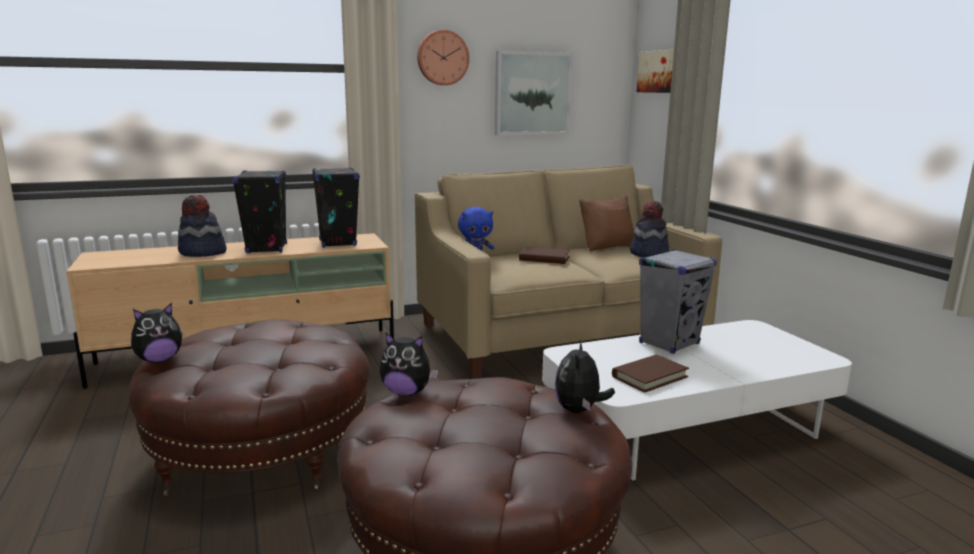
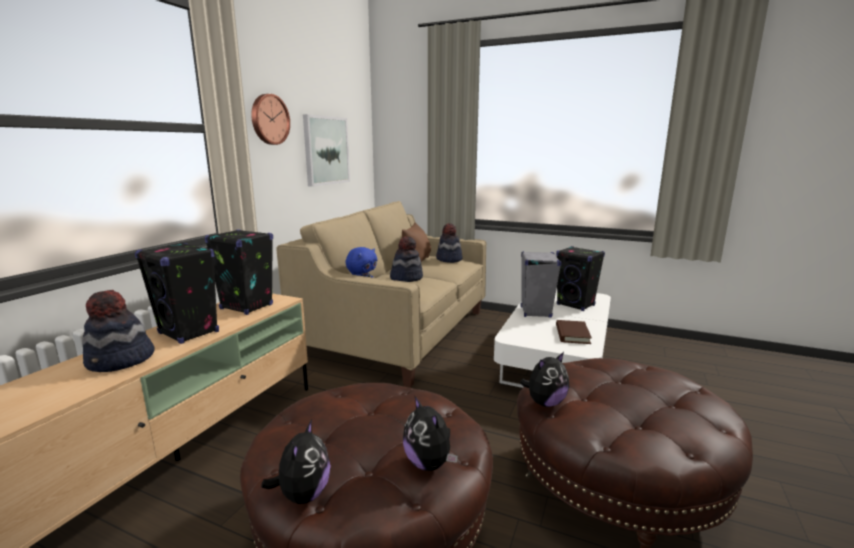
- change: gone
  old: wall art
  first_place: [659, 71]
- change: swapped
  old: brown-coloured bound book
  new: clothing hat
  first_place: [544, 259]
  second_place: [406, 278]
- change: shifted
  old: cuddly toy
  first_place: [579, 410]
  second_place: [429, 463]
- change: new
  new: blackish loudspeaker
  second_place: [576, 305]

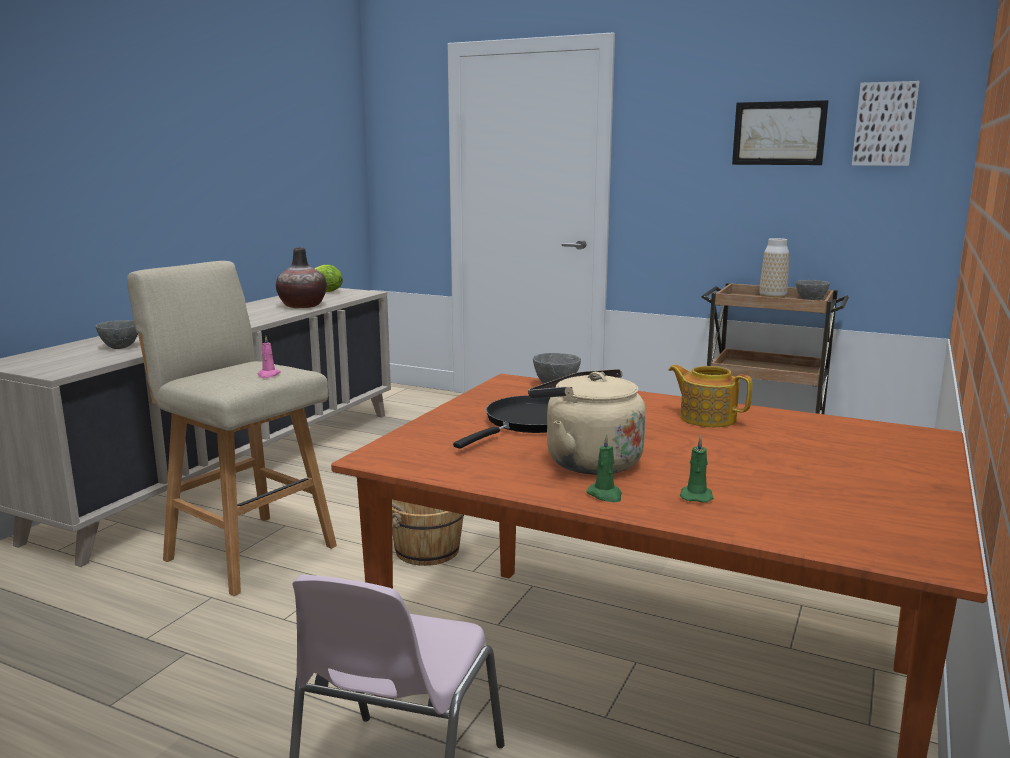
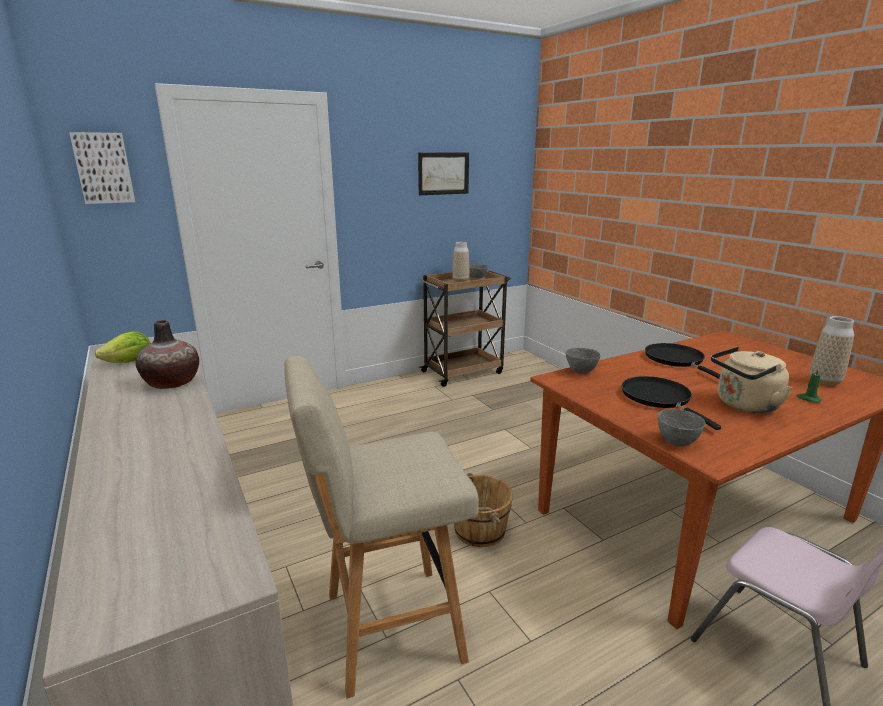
- change: shifted
  old: wall art
  first_place: [885, 124]
  second_place: [103, 168]
- change: shifted
  old: greyish deep dish
  first_place: [121, 347]
  second_place: [676, 442]
- change: gone
  old: pink-coloured wax light
  first_place: [268, 375]
- change: swapped
  old: tea pot
  new: blackish skillet
  first_place: [707, 418]
  second_place: [676, 360]
- change: gone
  old: green wax light
  first_place: [605, 495]
- change: new
  new: flower vase
  second_place: [824, 382]

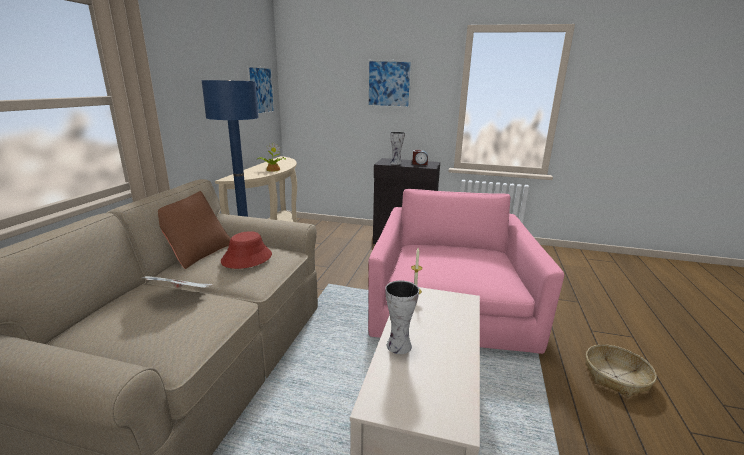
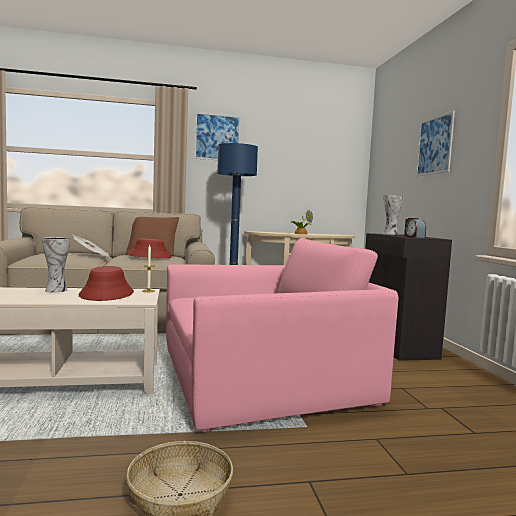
- change: shifted
  old: wall art
  first_place: [261, 90]
  second_place: [217, 137]
- change: new
  new: reddish clothing hat
  second_place: [107, 294]

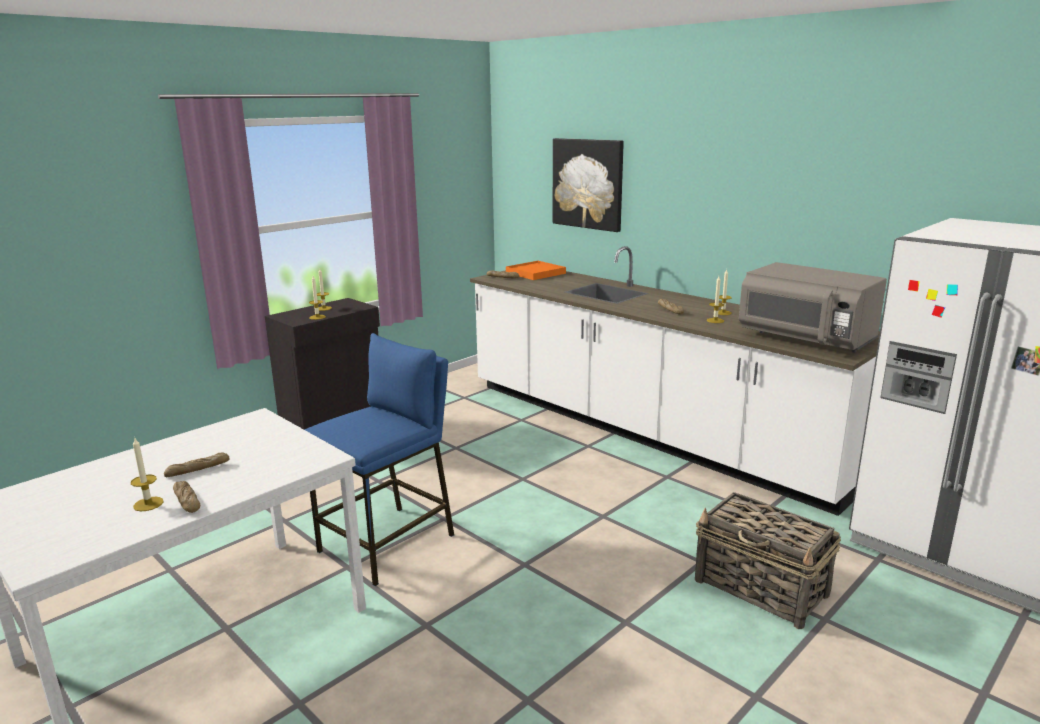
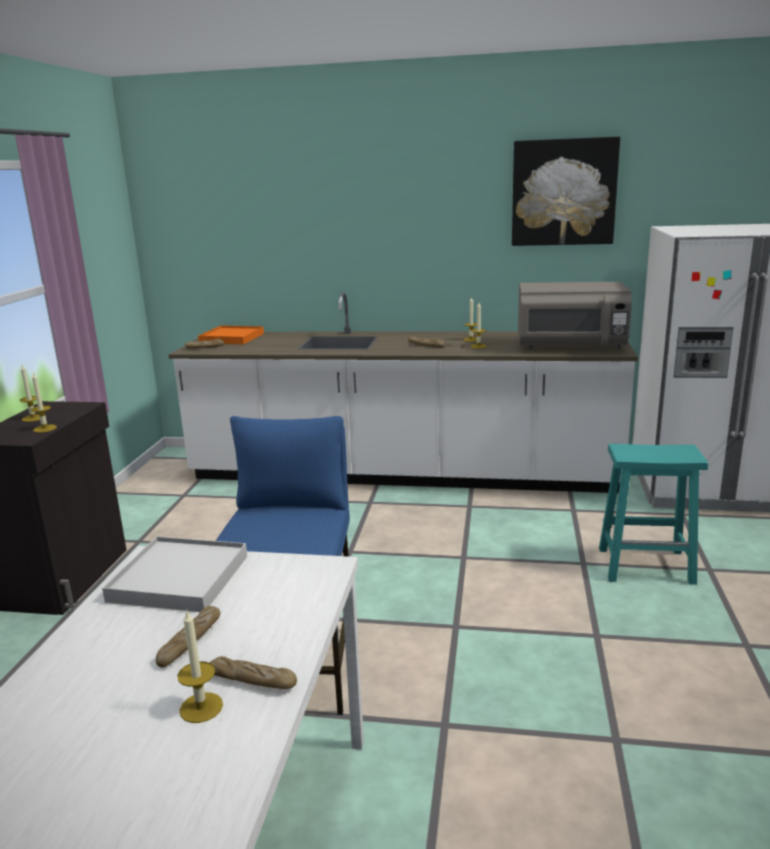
- change: shifted
  old: wall art
  first_place: [588, 184]
  second_place: [563, 192]
- change: swapped
  old: storage basket
  new: turquoise-coloured stool seat
  first_place: [762, 589]
  second_place: [647, 565]
- change: new
  new: white serving tray
  second_place: [179, 578]

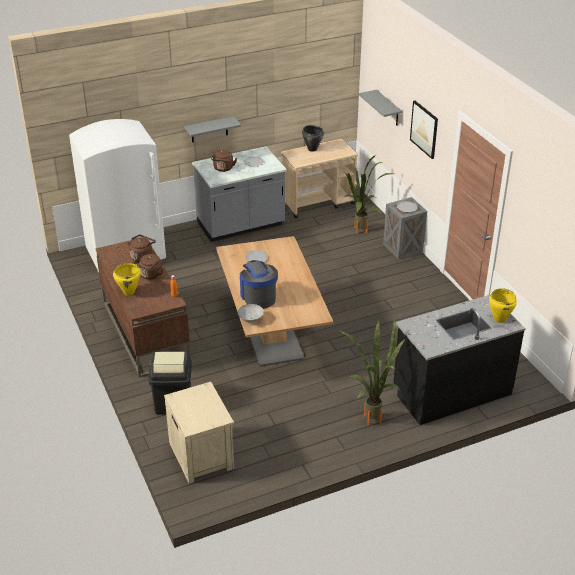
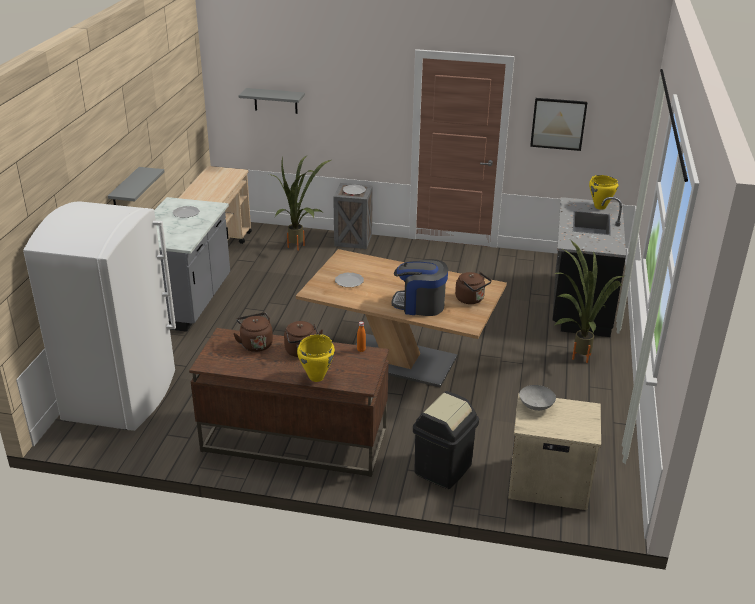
- change: shifted
  old: wall art
  first_place: [424, 129]
  second_place: [558, 124]
- change: gone
  old: blackish cooking pot
  first_place: [312, 149]
- change: shifted
  old: brown-coloured water kettle
  first_place: [223, 169]
  second_place: [471, 299]
- change: shifted
  old: greyish deep dish
  first_place: [250, 319]
  second_place: [535, 407]

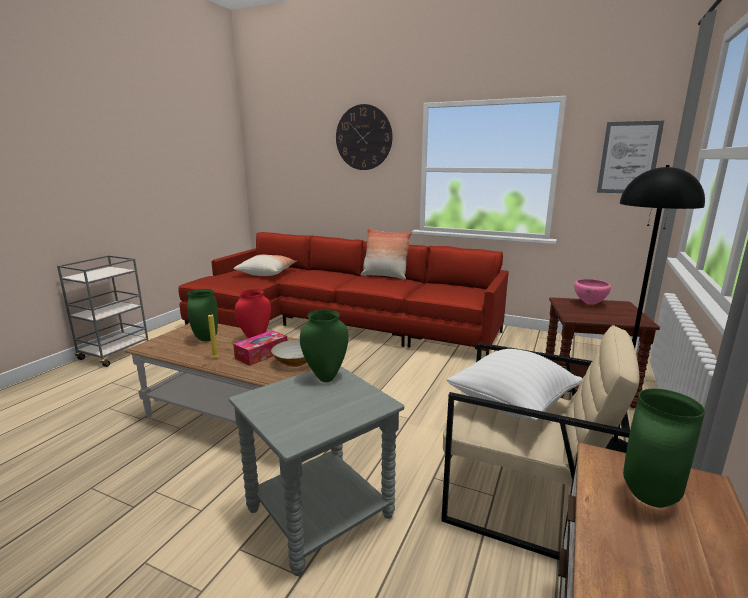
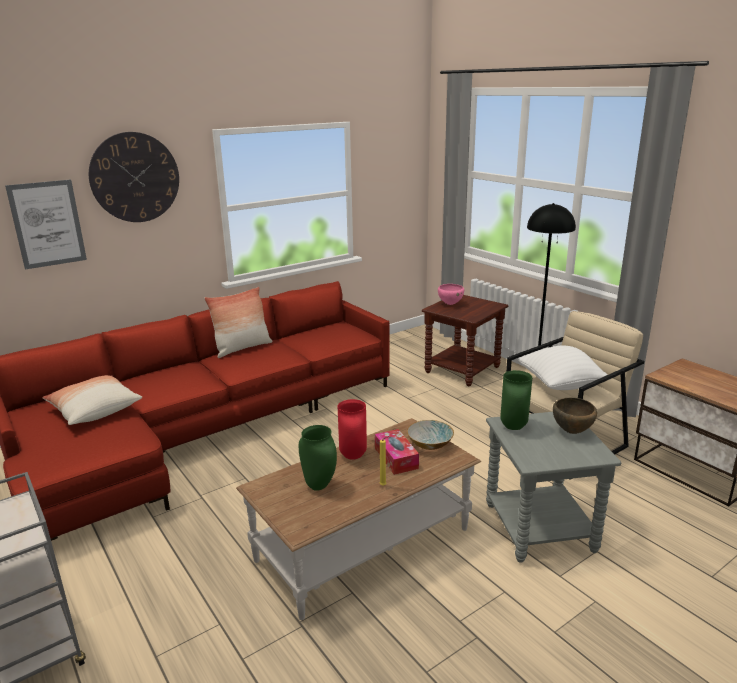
- change: shifted
  old: wall art
  first_place: [628, 158]
  second_place: [47, 224]
- change: gone
  old: green flower vase
  first_place: [647, 496]
- change: new
  new: brown-coloured deep dish
  second_place: [572, 431]

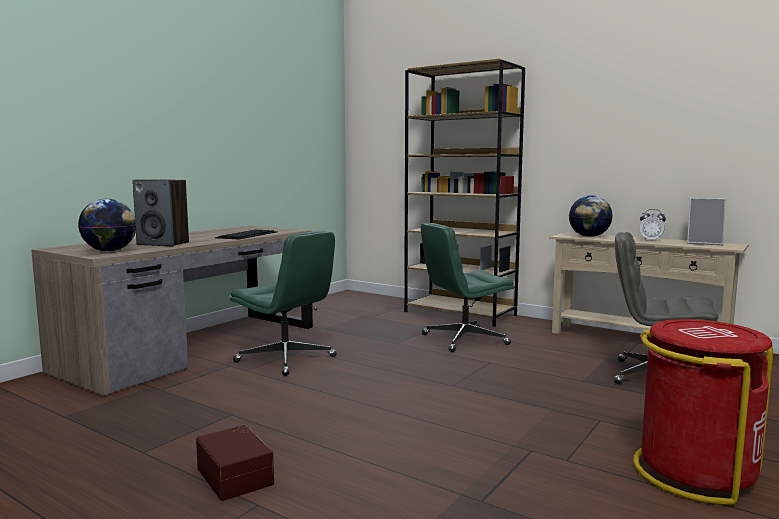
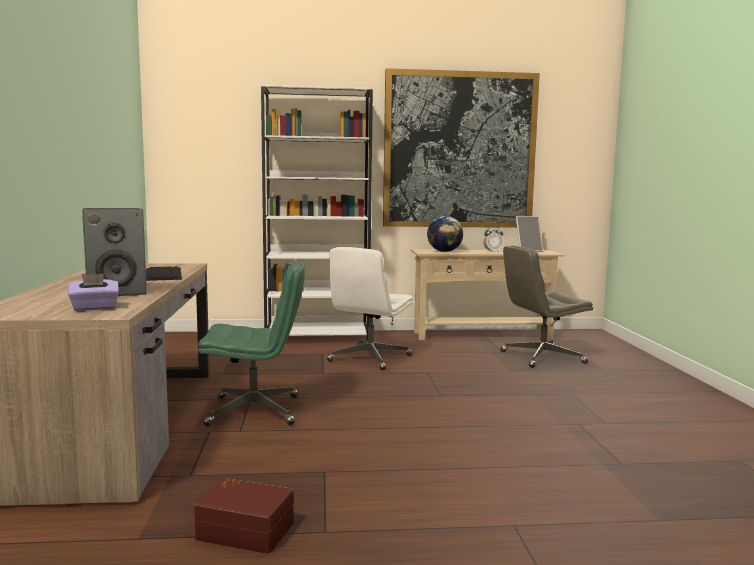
- change: repainted
  old: brown-coloured shelving unit
  new: white shelving unit
  first_place: [460, 313]
  second_place: [318, 337]
- change: swapped
  old: desk globe
  new: purple-coloured tissue holder
  first_place: [110, 251]
  second_place: [94, 308]
- change: repainted
  old: green office chair
  new: white office chair
  first_place: [463, 340]
  second_place: [370, 358]
- change: gone
  old: reddish trash can
  first_place: [694, 472]
- change: shifted
  old: brown-coloured storage bin
  first_place: [237, 475]
  second_place: [246, 530]
- change: new
  new: wall art
  second_place: [459, 150]

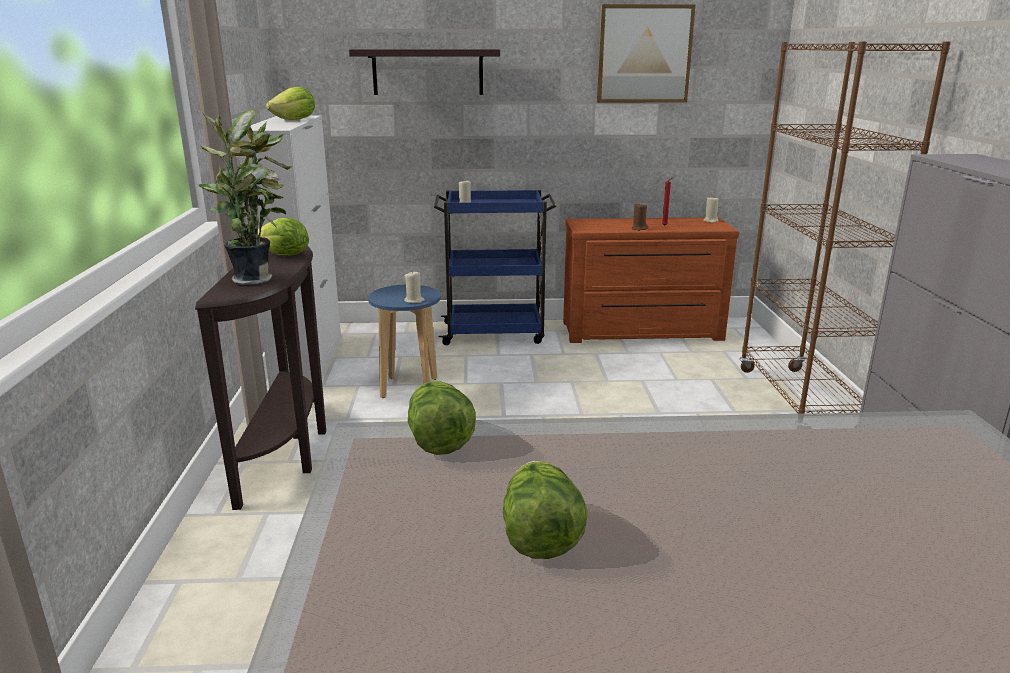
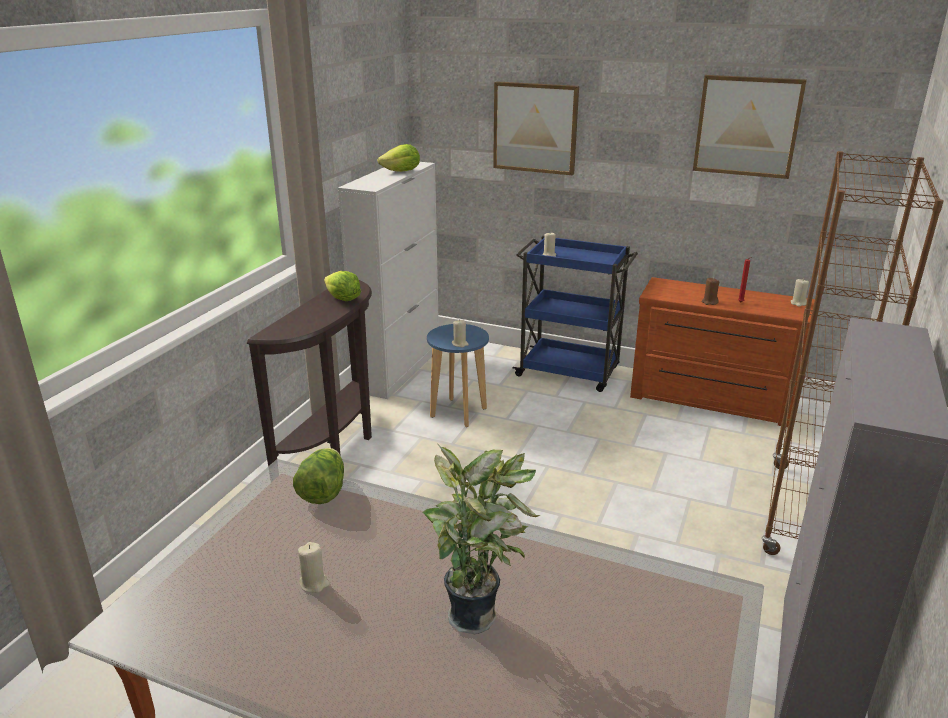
- change: swapped
  old: bracket shelf
  new: wall art
  first_place: [428, 72]
  second_place: [535, 128]
- change: shifted
  old: potted plant
  first_place: [256, 278]
  second_place: [477, 614]
- change: swapped
  old: lettuce
  new: beige wax light
  first_place: [539, 536]
  second_place: [314, 583]

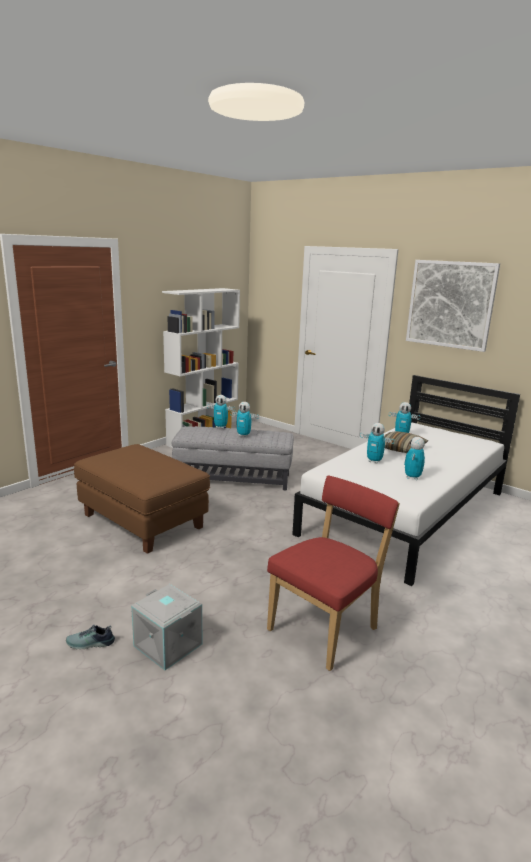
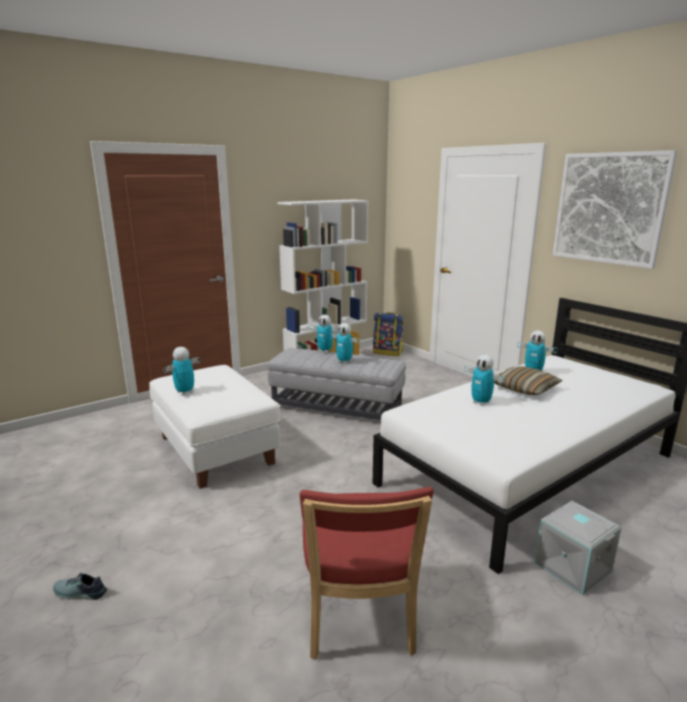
- change: shifted
  old: robot figure
  first_place: [412, 477]
  second_place: [185, 392]
- change: repainted
  old: brown-coloured pouffe
  new: white pouffe
  first_place: [143, 521]
  second_place: [216, 450]
- change: rotated
  old: reddish upright chair
  first_place: [326, 627]
  second_place: [359, 618]
  degrees: 120
- change: shifted
  old: greyish storage bin
  first_place: [166, 645]
  second_place: [571, 567]
- change: new
  new: backpack
  second_place: [388, 352]

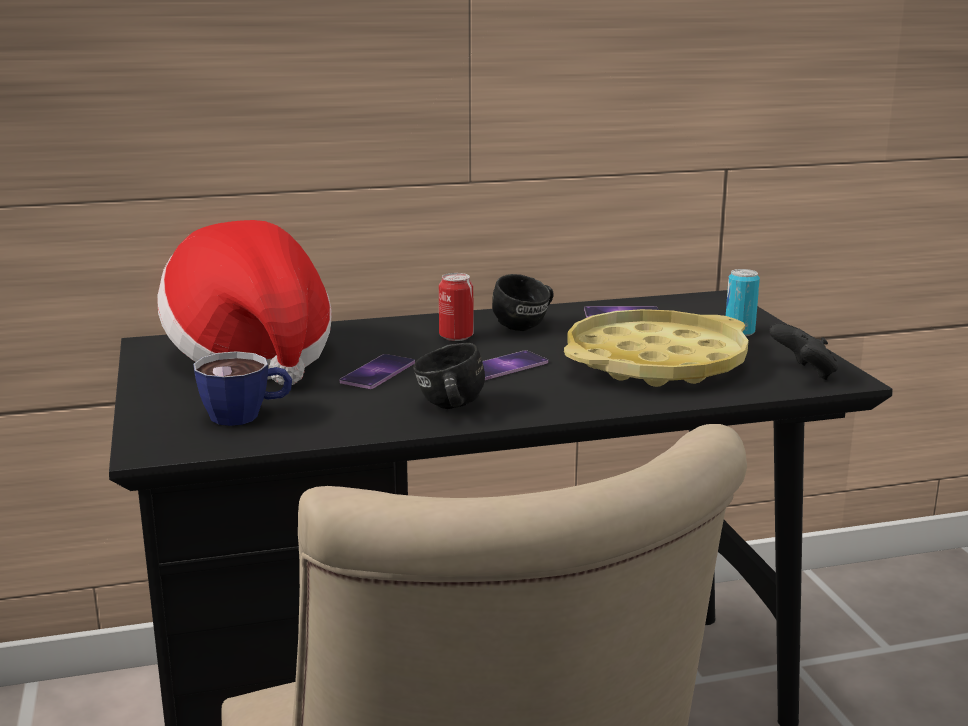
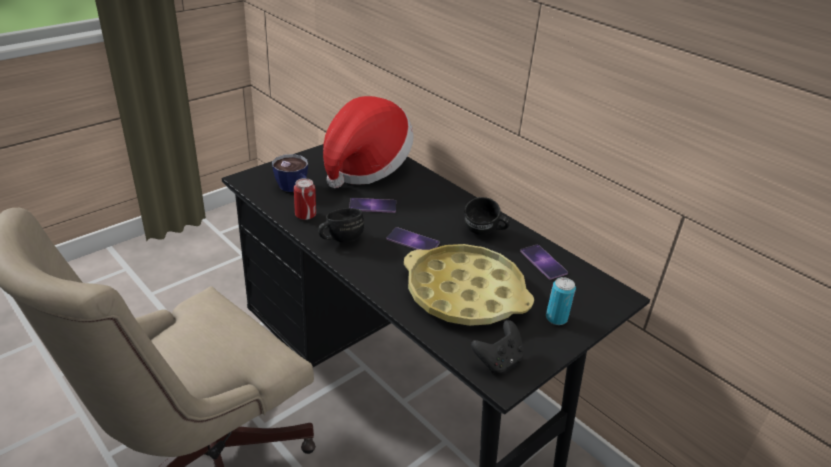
- change: shifted
  old: sealed can
  first_place: [456, 337]
  second_place: [305, 215]

